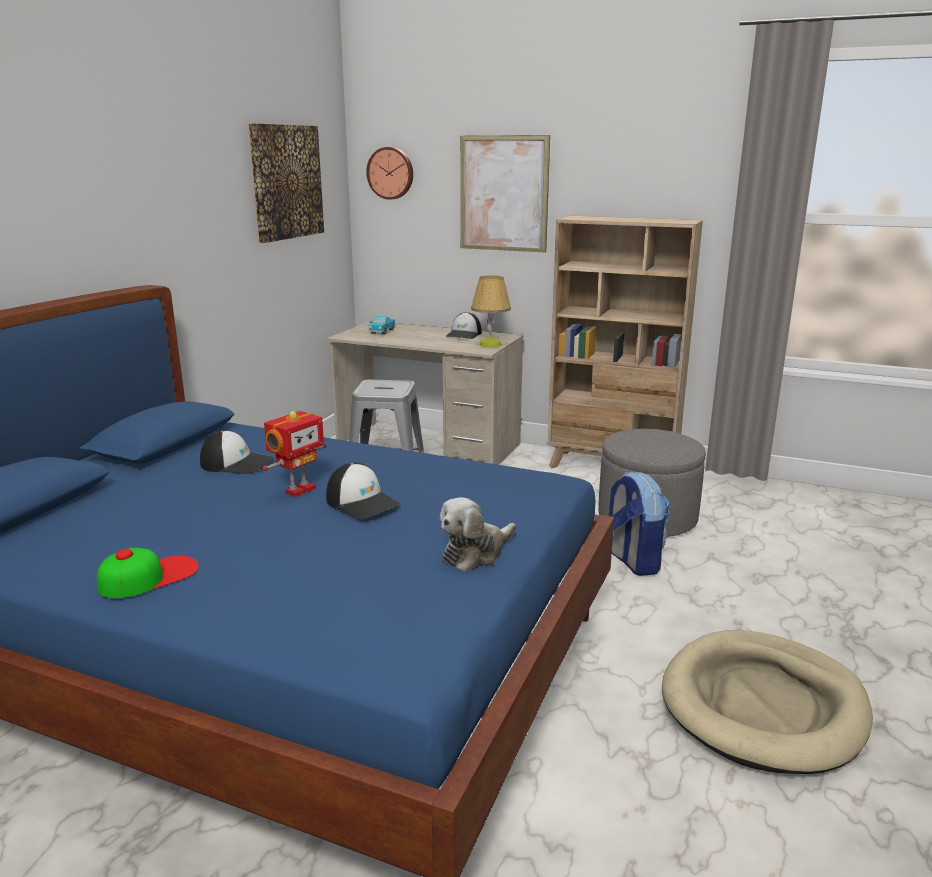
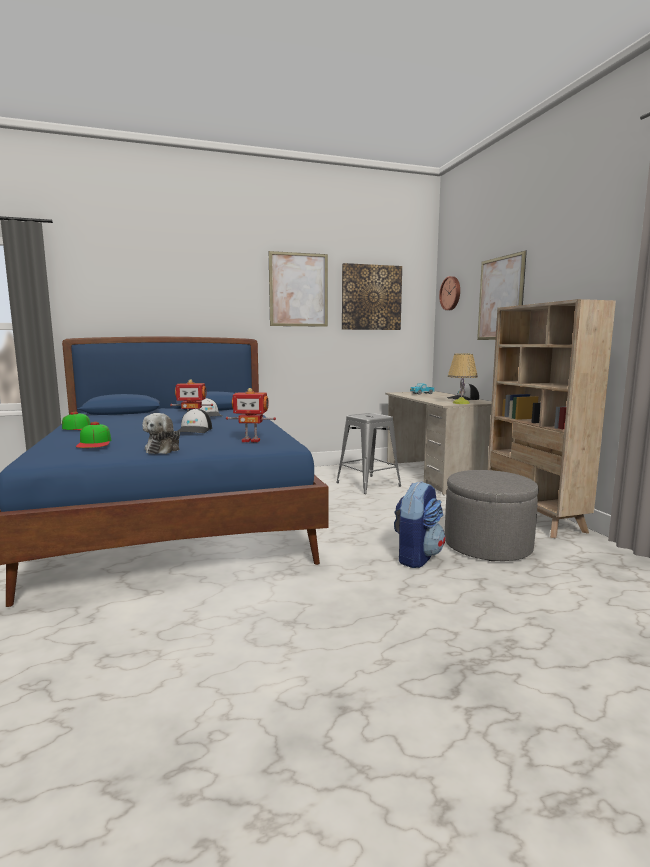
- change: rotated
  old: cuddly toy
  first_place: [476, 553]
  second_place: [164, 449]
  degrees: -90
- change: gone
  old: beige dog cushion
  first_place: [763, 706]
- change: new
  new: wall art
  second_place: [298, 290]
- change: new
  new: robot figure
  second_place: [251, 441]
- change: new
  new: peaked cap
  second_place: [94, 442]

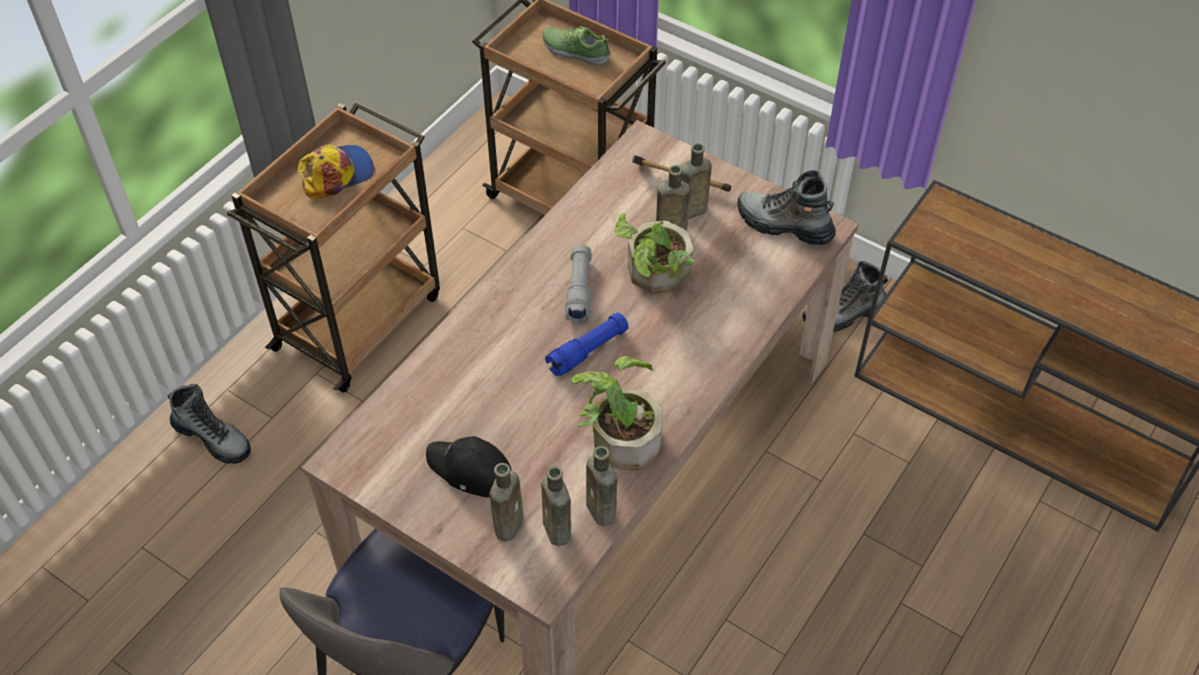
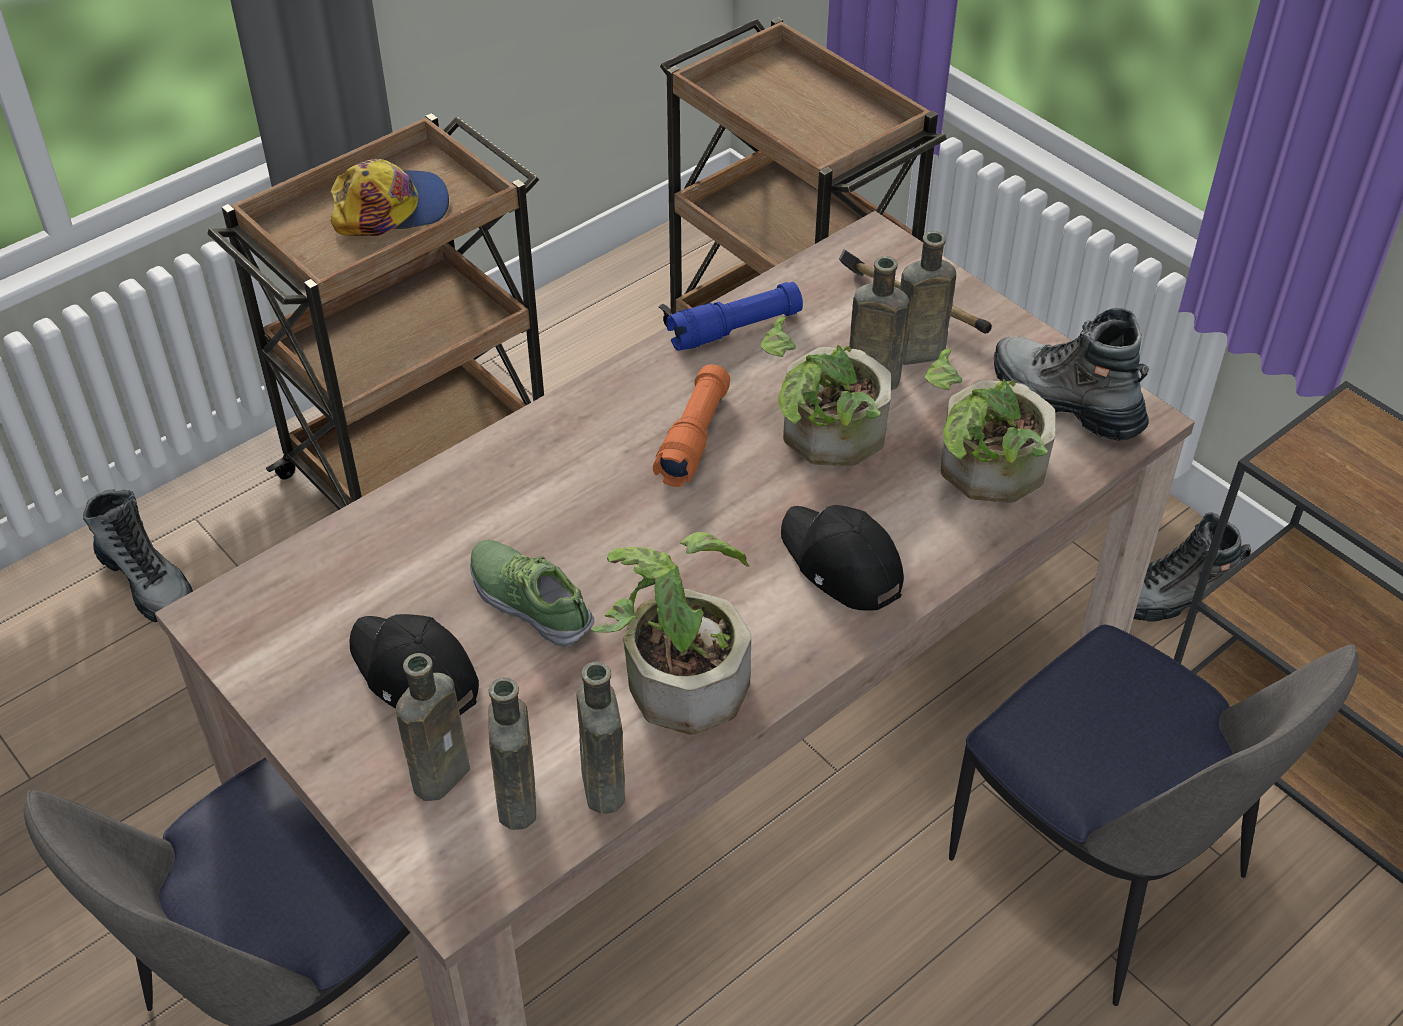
- change: shifted
  old: item of footwear
  first_place: [575, 51]
  second_place: [530, 601]
- change: repainted
  old: greyish flashlight
  new: orange flashlight
  first_place: [579, 291]
  second_place: [694, 437]
- change: shifted
  old: bluish flashlight
  first_place: [588, 351]
  second_place: [735, 329]
- change: new
  new: potted plant
  second_place: [981, 473]
- change: new
  new: blackish peaked cap
  second_place: [840, 564]
- change: new
  new: upright chair
  second_place: [1102, 876]

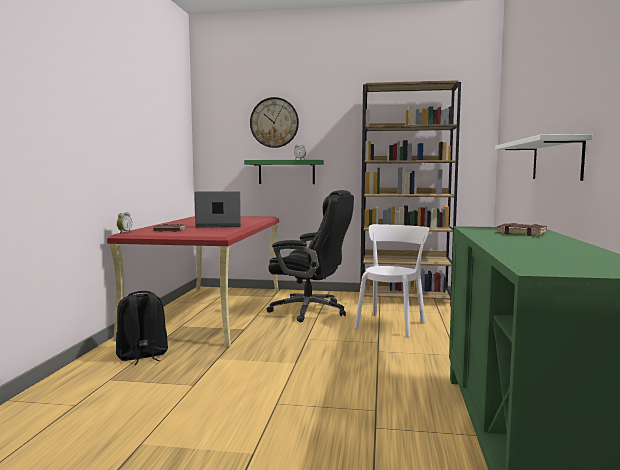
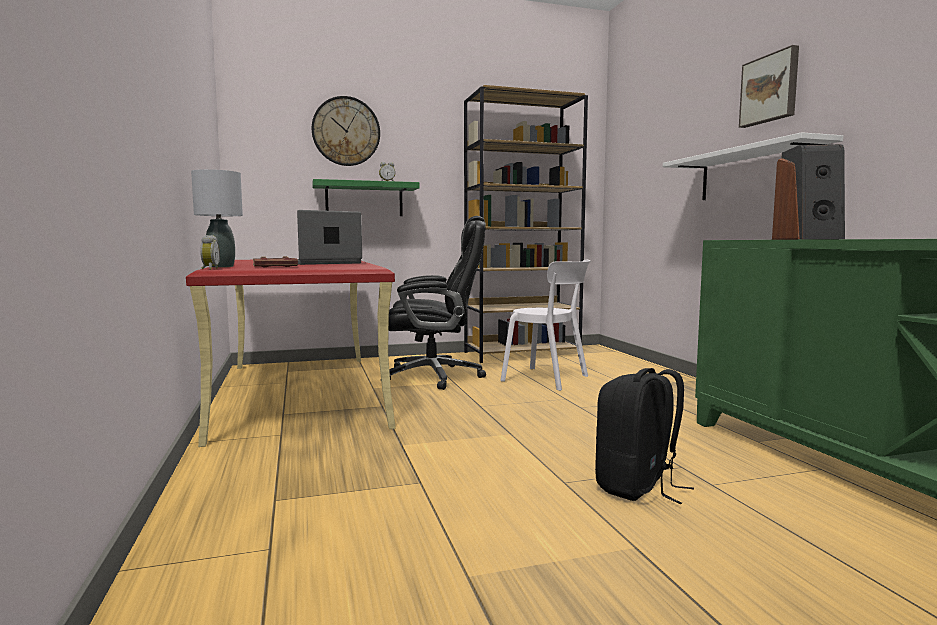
- change: swapped
  old: brown-coloured bound book
  new: loudspeaker
  first_place: [522, 233]
  second_place: [808, 239]
- change: rotated
  old: white upright chair
  first_place: [391, 324]
  second_place: [549, 379]
  degrees: 120
- change: shifted
  old: blackish backpack
  first_place: [142, 356]
  second_place: [637, 487]
- change: new
  new: wall art
  second_place: [770, 89]
- change: new
  new: greyish table lamp
  second_place: [221, 266]

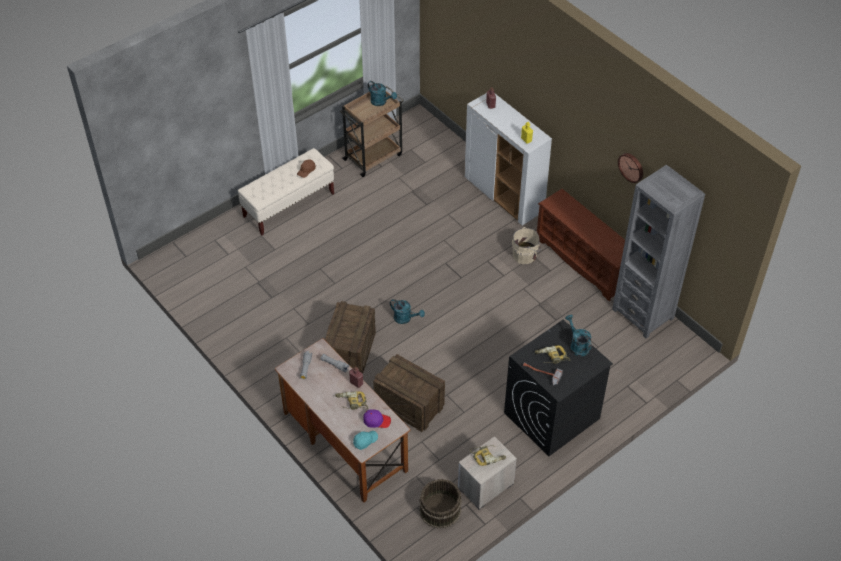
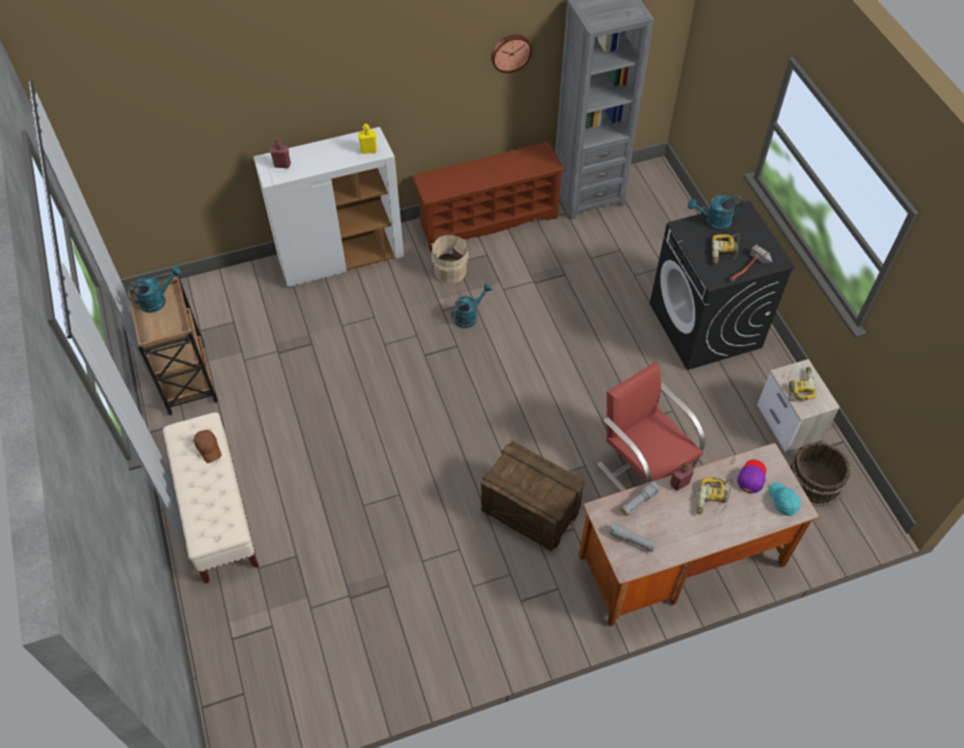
- change: shifted
  old: turquoise-coloured watering pot
  first_place: [405, 318]
  second_place: [469, 316]
- change: swapped
  old: shipping crate
  new: reddish upright chair
  first_place: [409, 405]
  second_place: [643, 466]

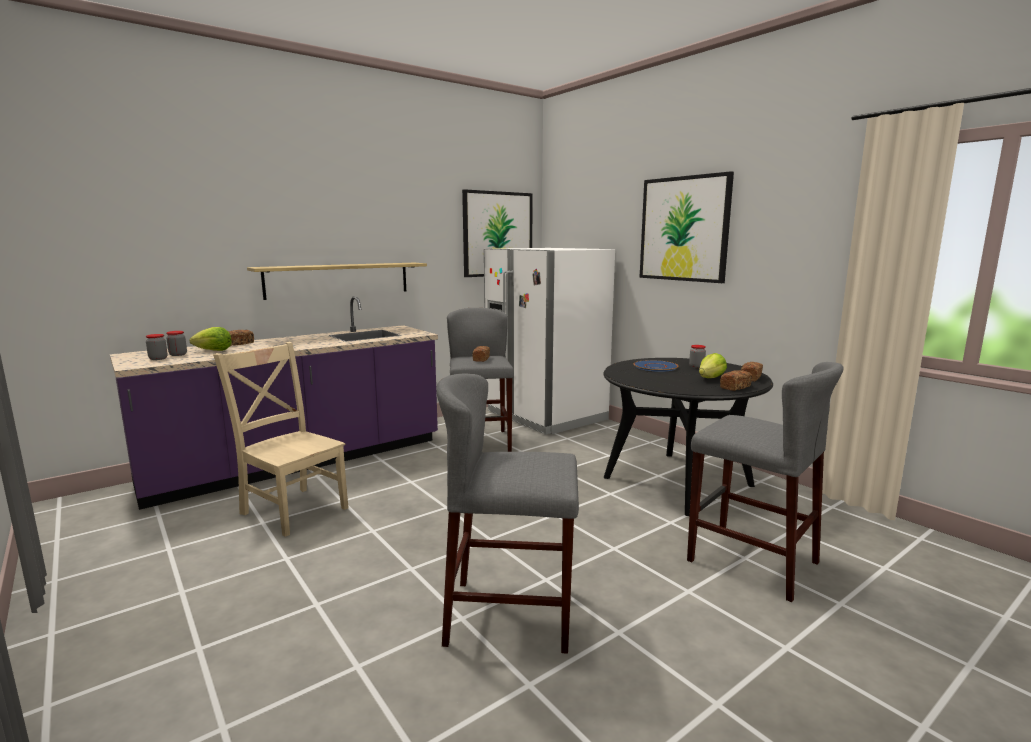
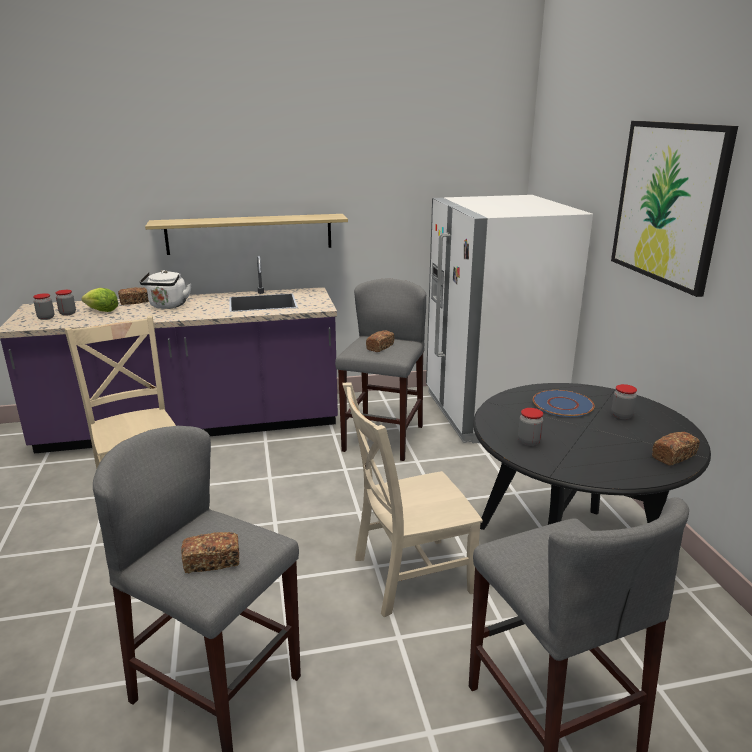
- change: gone
  old: wall art
  first_place: [497, 234]
- change: gone
  old: lettuce
  first_place: [710, 378]
- change: shifted
  old: bakery bread
  first_place: [735, 387]
  second_place: [212, 561]
- change: new
  new: white water kettle
  second_place: [167, 306]
- change: new
  new: beige upright chair
  second_place: [407, 576]
- change: new
  new: jar
  second_place: [529, 441]

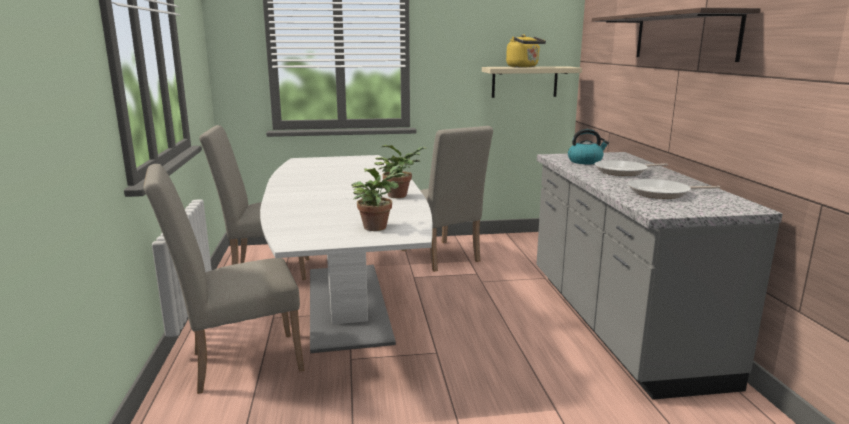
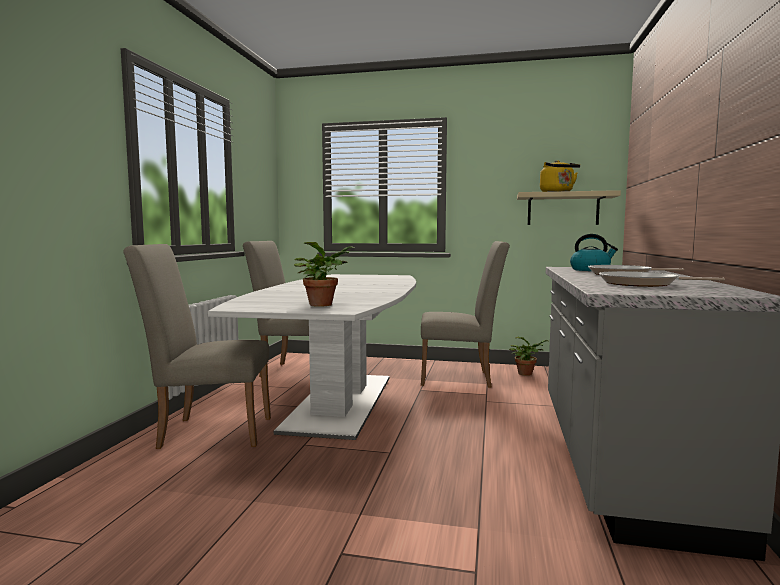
- change: gone
  old: bracket shelf
  first_place: [683, 36]
- change: rotated
  old: beige upright chair
  first_place: [442, 258]
  second_place: [461, 378]
  degrees: -75
- change: shifted
  old: potted plant
  first_place: [399, 195]
  second_place: [527, 373]

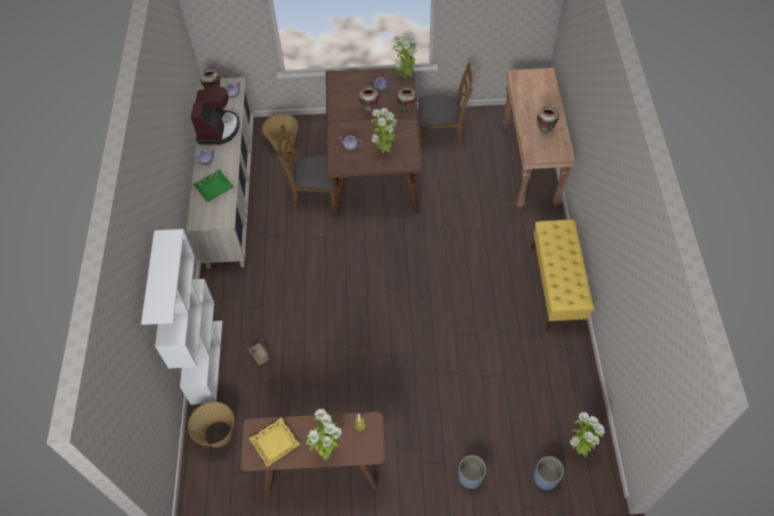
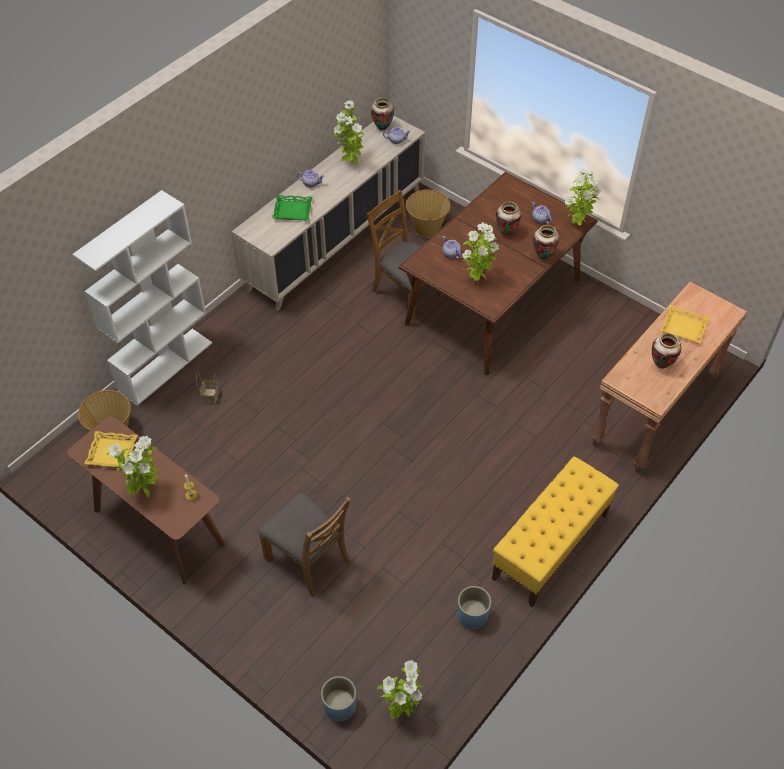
- change: shifted
  old: brown-coloured upright chair
  first_place: [442, 134]
  second_place: [308, 559]
- change: swapped
  old: coffee machine
  new: potted plant
  first_place: [218, 129]
  second_place: [351, 162]
- change: shifted
  old: bluish flower pot
  first_place: [470, 476]
  second_place: [472, 616]
- change: new
  new: yellow serving tray
  second_place: [683, 327]

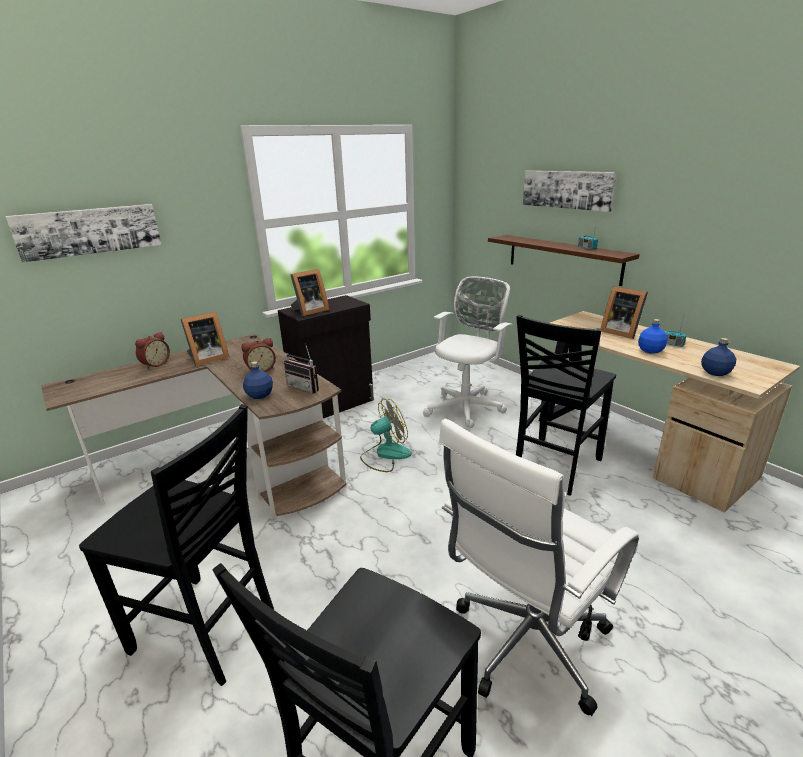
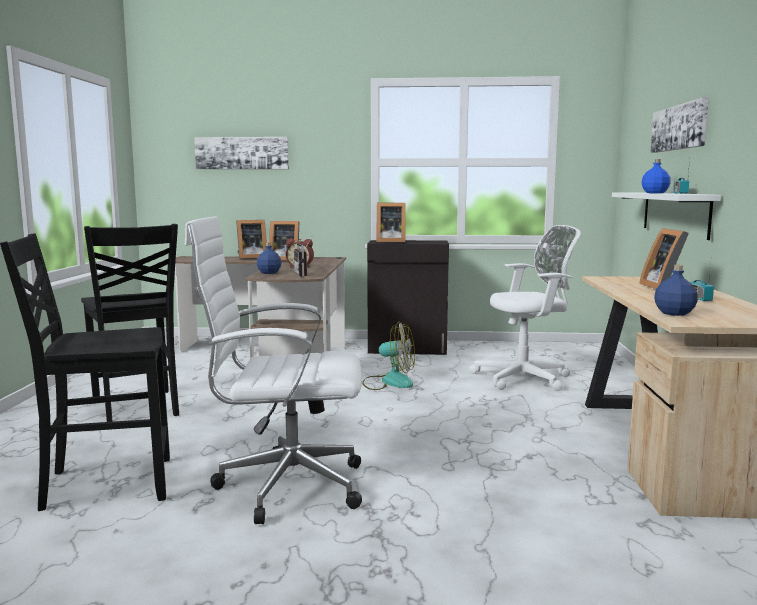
- change: repainted
  old: brown-coloured bracket shelf
  new: white bracket shelf
  first_place: [563, 258]
  second_place: [675, 213]
- change: gone
  old: blackish upright chair
  first_place: [554, 467]
- change: shifted
  old: bluish beverage bottle
  first_place: [650, 351]
  second_place: [655, 193]
- change: swapped
  old: bedside clock
  new: picture frame
  first_place: [155, 364]
  second_place: [251, 258]

